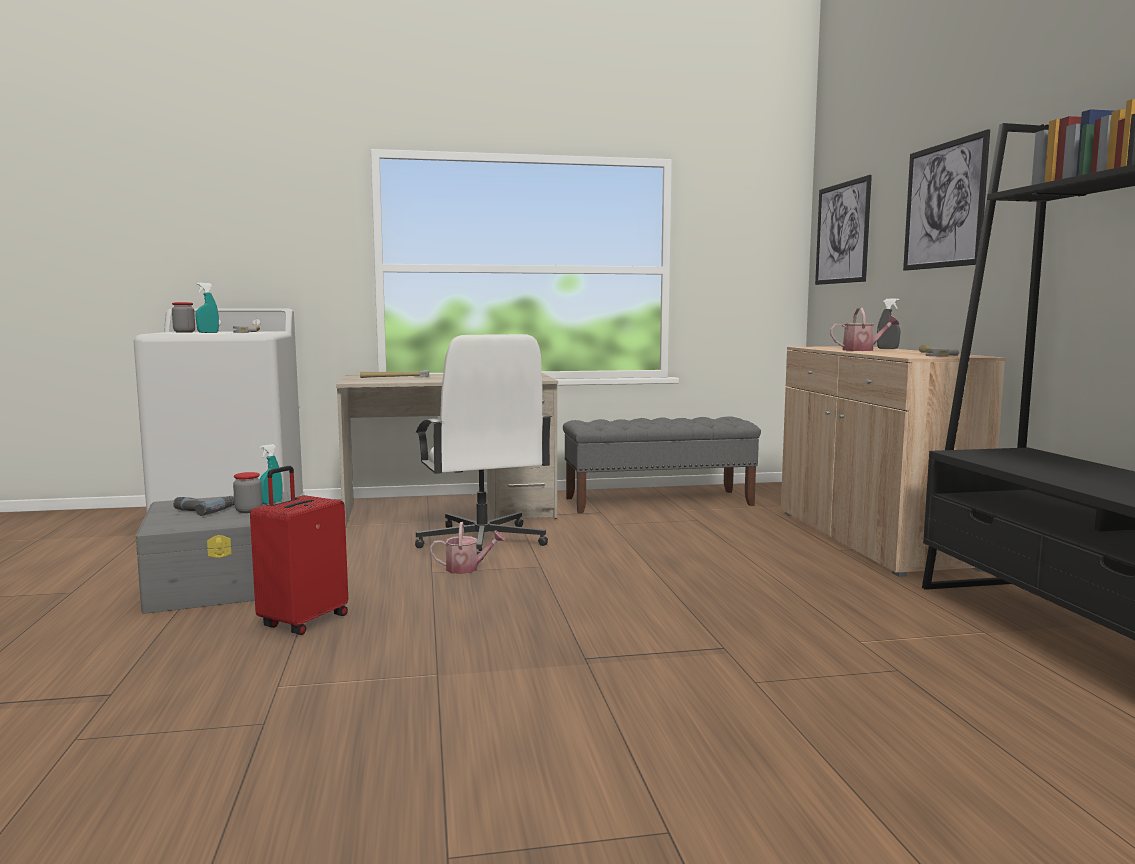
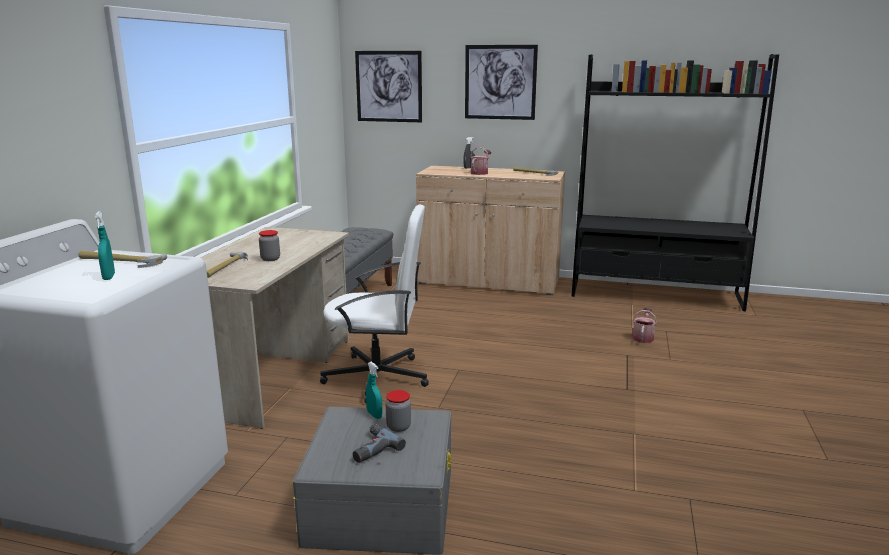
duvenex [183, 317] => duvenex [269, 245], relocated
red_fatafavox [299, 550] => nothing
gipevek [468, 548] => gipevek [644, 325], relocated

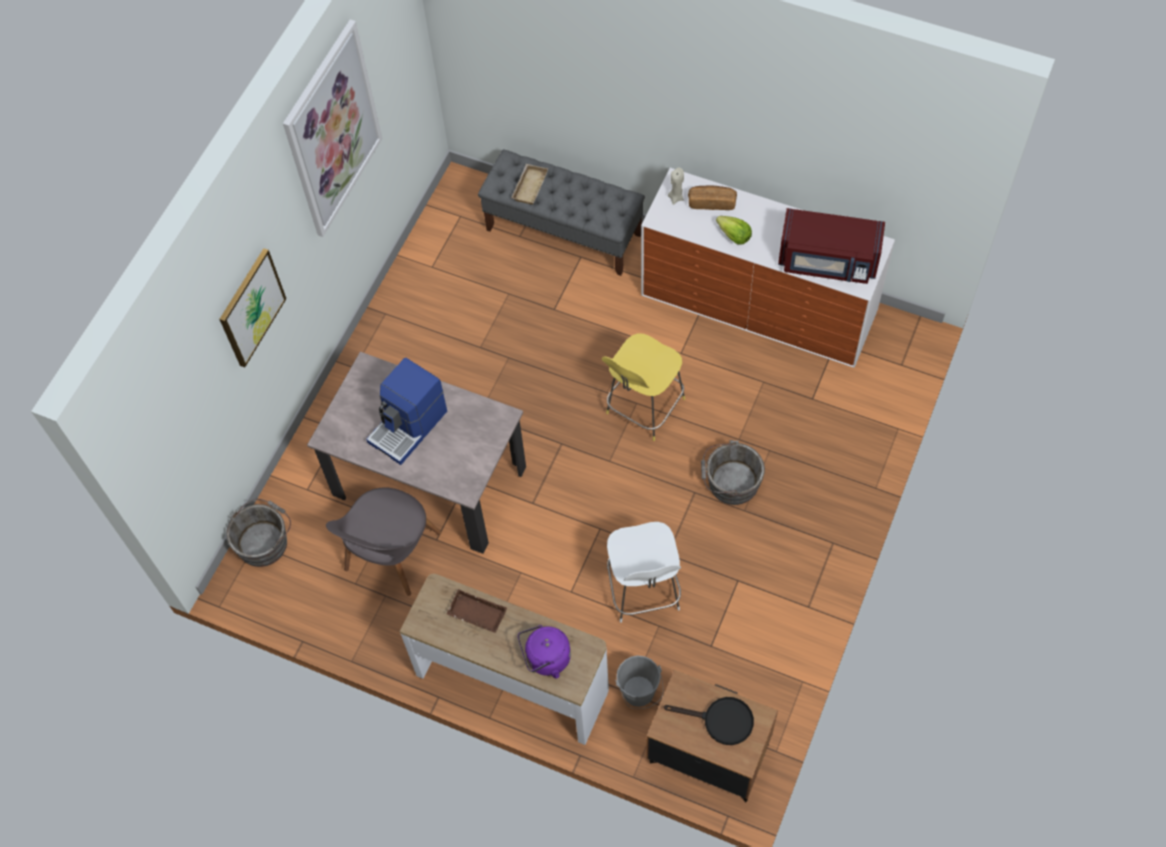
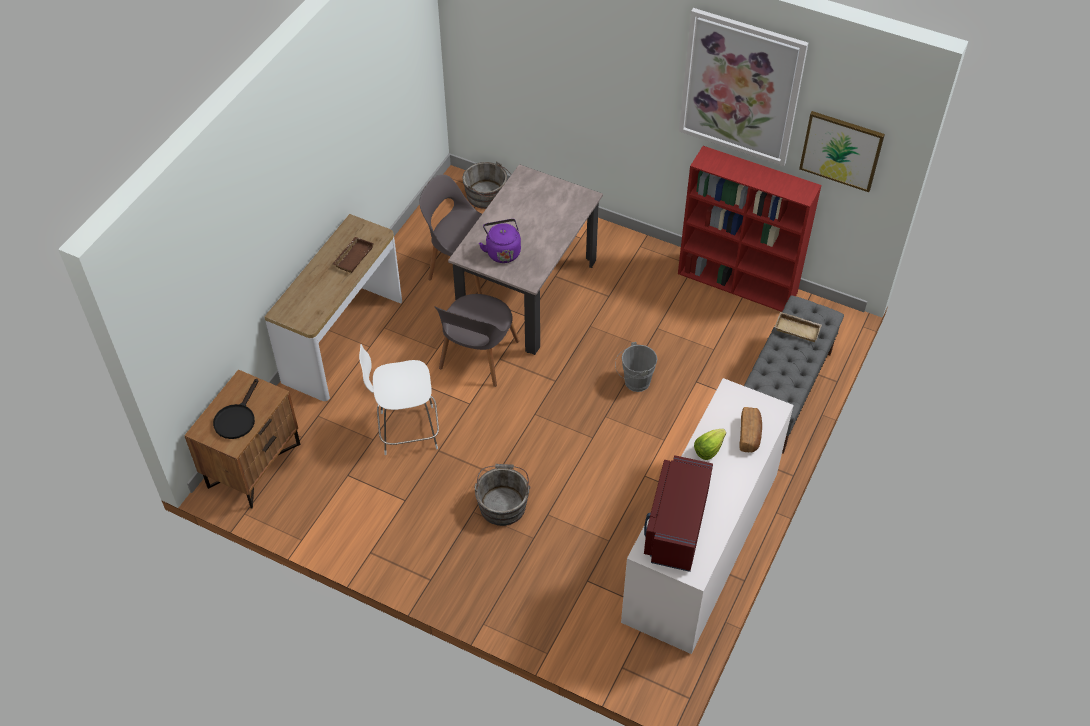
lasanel [252, 307] => lasanel [842, 151], relocated
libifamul [406, 411] => nothing
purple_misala [544, 652] => purple_misala [500, 241], relocated
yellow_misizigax [643, 387] => nothing
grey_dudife [639, 682] => grey_dudife [636, 367], relocated
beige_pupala [676, 186] => nothing
nothing => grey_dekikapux [477, 340]
nothing => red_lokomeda [749, 229]

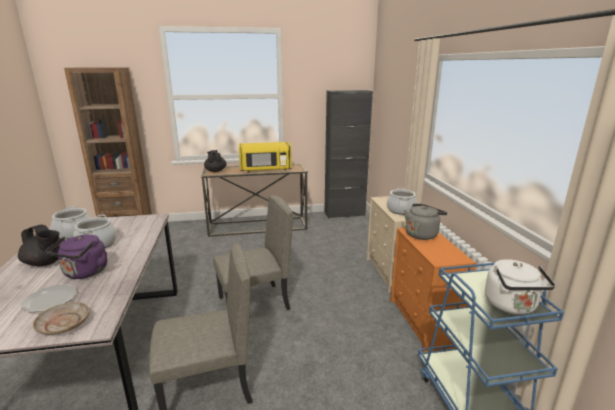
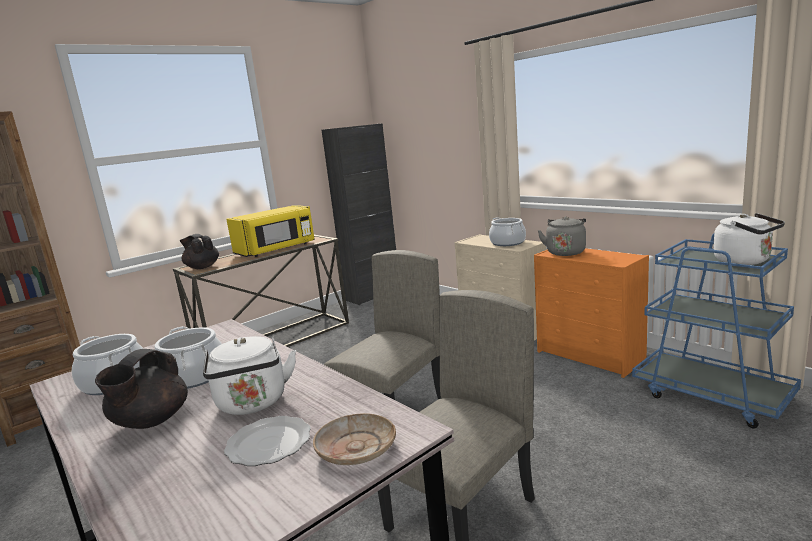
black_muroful [39, 245] => black_muroful [141, 389], 105 degrees clockwise
purple_misala [76, 257] => white_misala [249, 375]

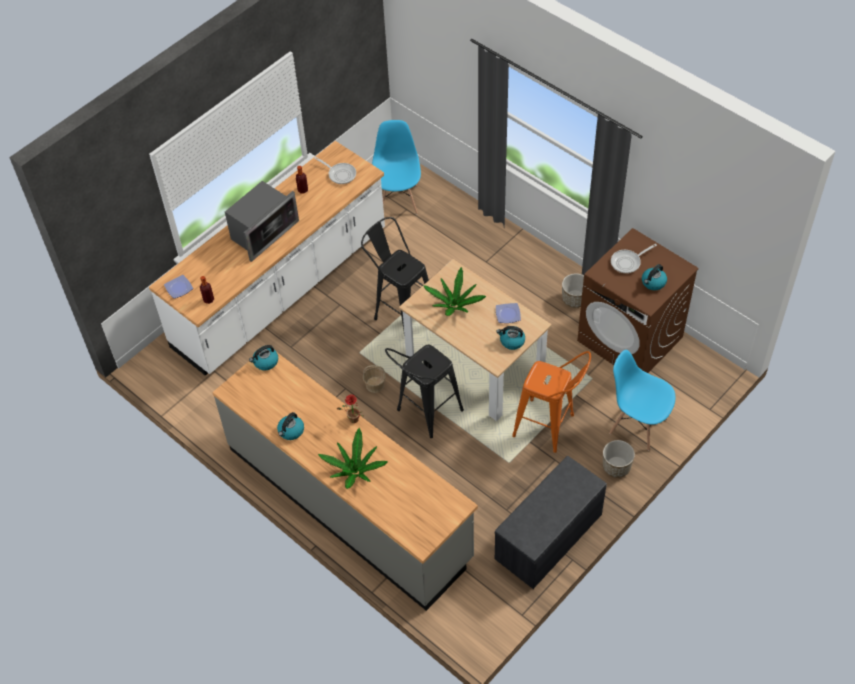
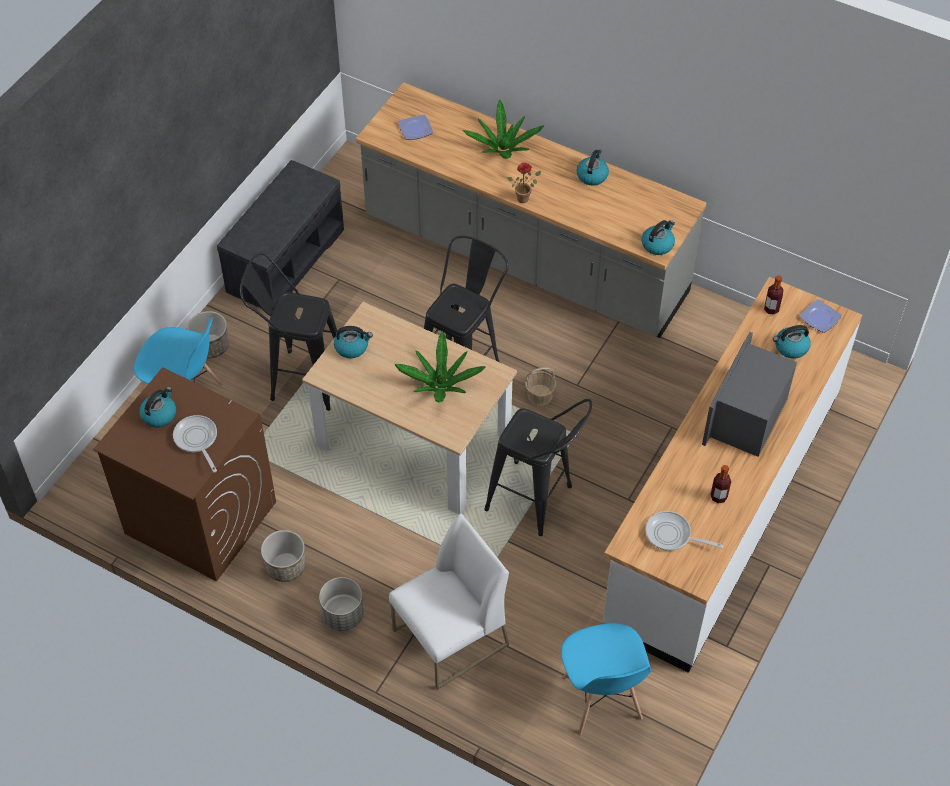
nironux [508, 313] => nironux [416, 127], relocated
orange_misizigax [551, 402] => black_misizigax [288, 331]
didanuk [634, 259] => didanuk [195, 443], 75 degrees counterclockwise
nothing => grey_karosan [341, 604]
nothing => white_dekikapux [449, 601]
nothing => misala [792, 342]

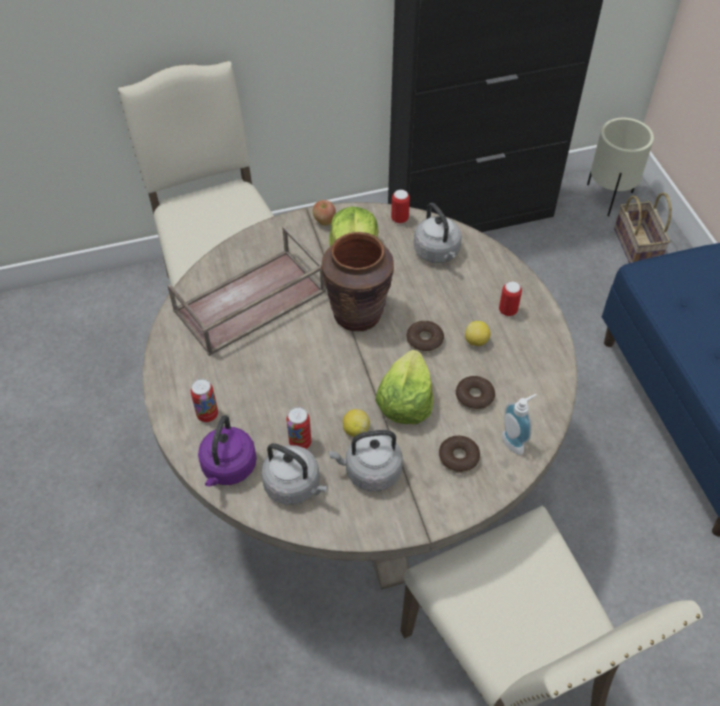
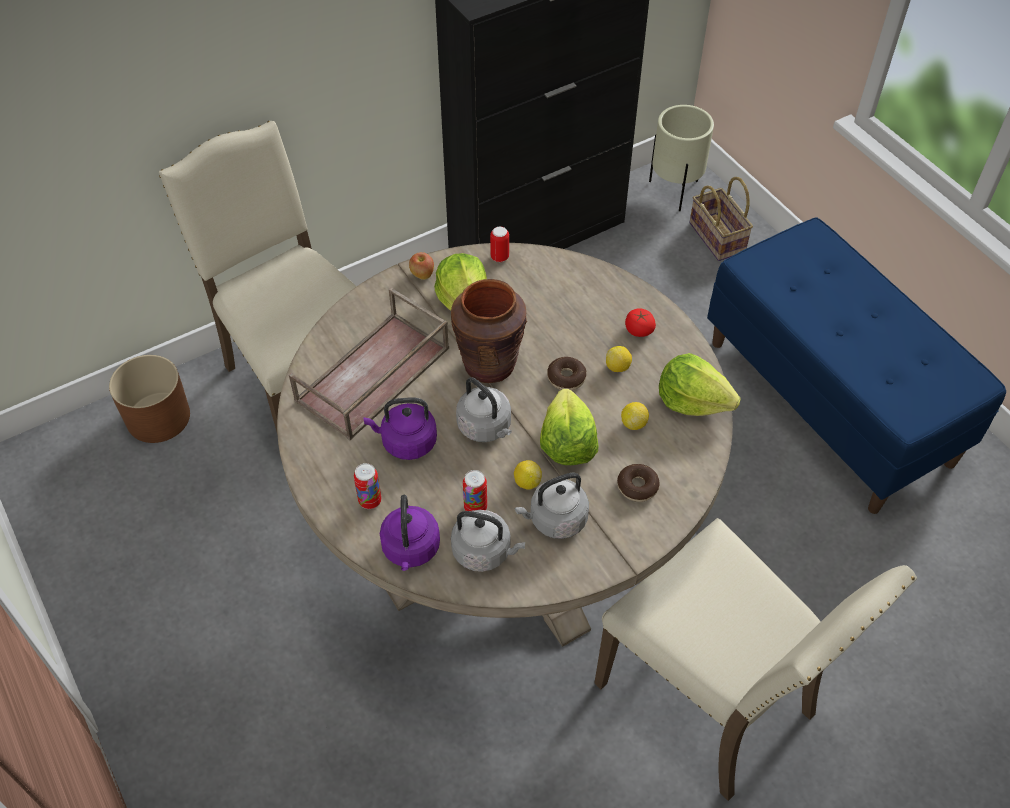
grey_misala [438, 233] => grey_misala [484, 409], relocated
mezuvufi [475, 393] => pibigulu [635, 416]
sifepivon [510, 298] => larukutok [640, 322]
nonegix [519, 424] => nothing
nothing => brown_karosan [149, 399]
nothing => purple_misala [400, 429]
nothing => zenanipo [700, 384]

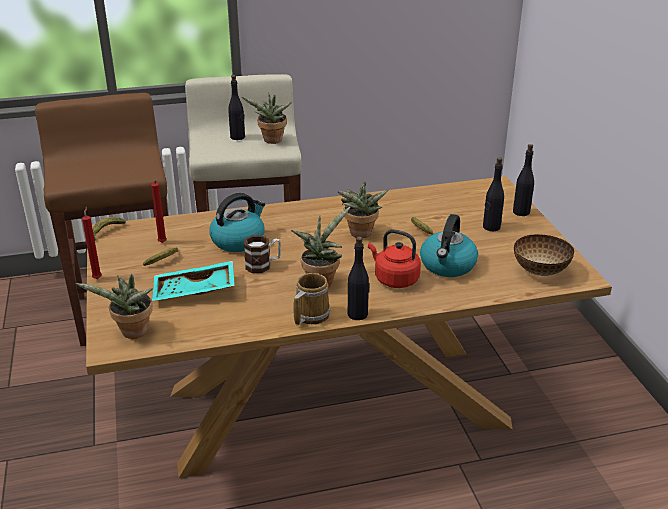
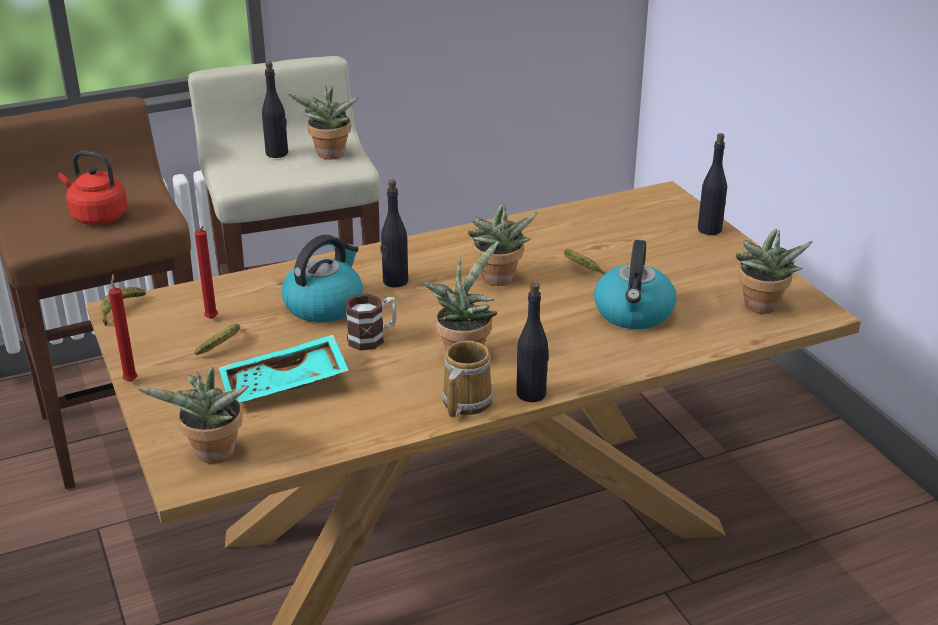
red_misala [394, 258] => red_misala [93, 188], relocated
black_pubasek [493, 194] => black_pubasek [394, 233], relocated
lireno [544, 255] => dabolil [774, 271]

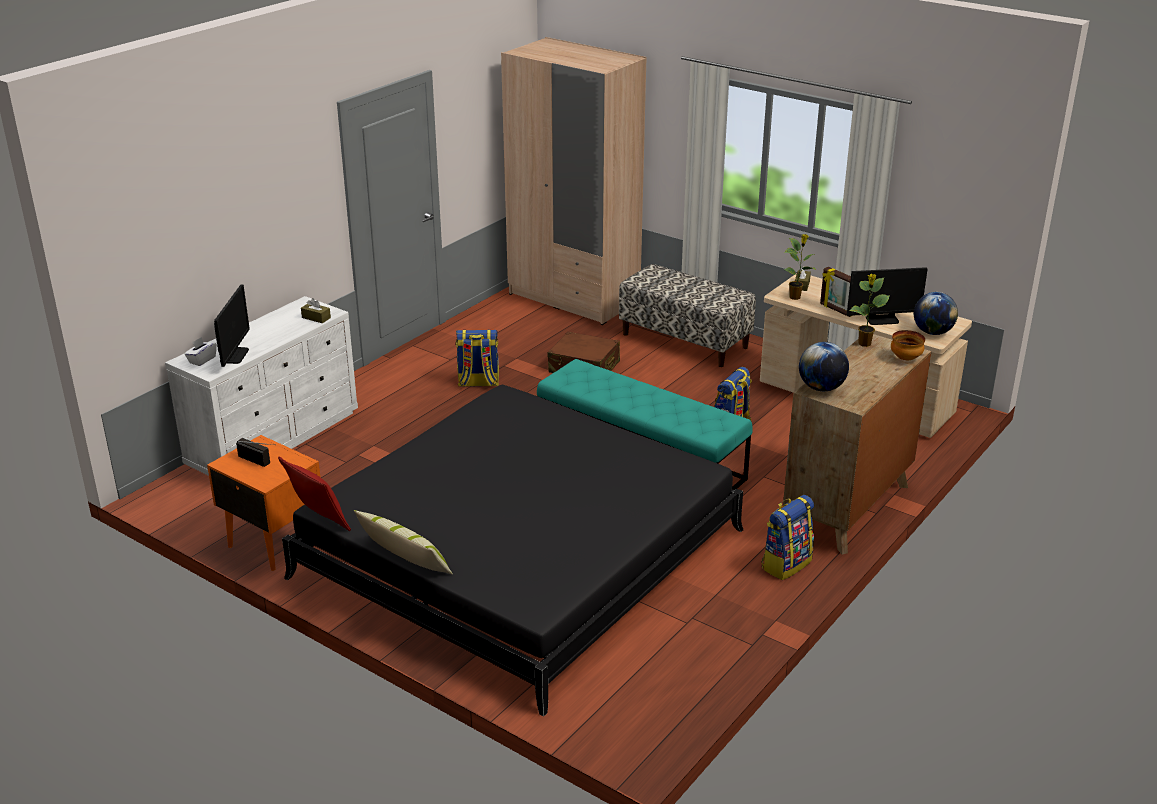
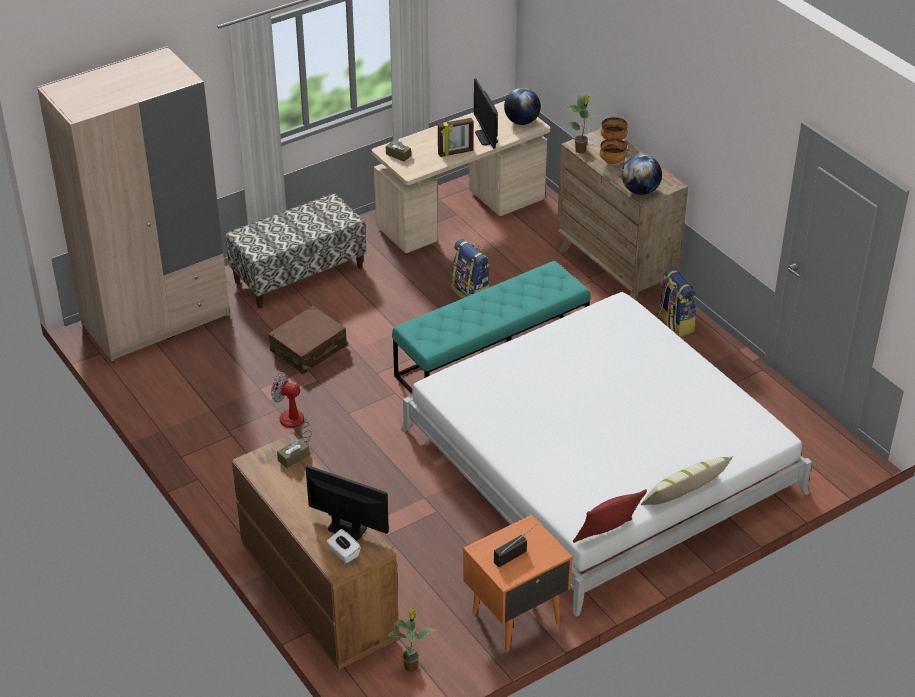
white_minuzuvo [261, 386] => brown_minuzuvo [315, 552]
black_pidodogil [513, 550] => white_pidodogil [606, 454]
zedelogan [477, 357] => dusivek [291, 408]
dabolil [800, 267] => dabolil [411, 640], relocated
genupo [887, 296] => genupo [486, 113], 150 degrees clockwise
nothing => lireno [613, 151]

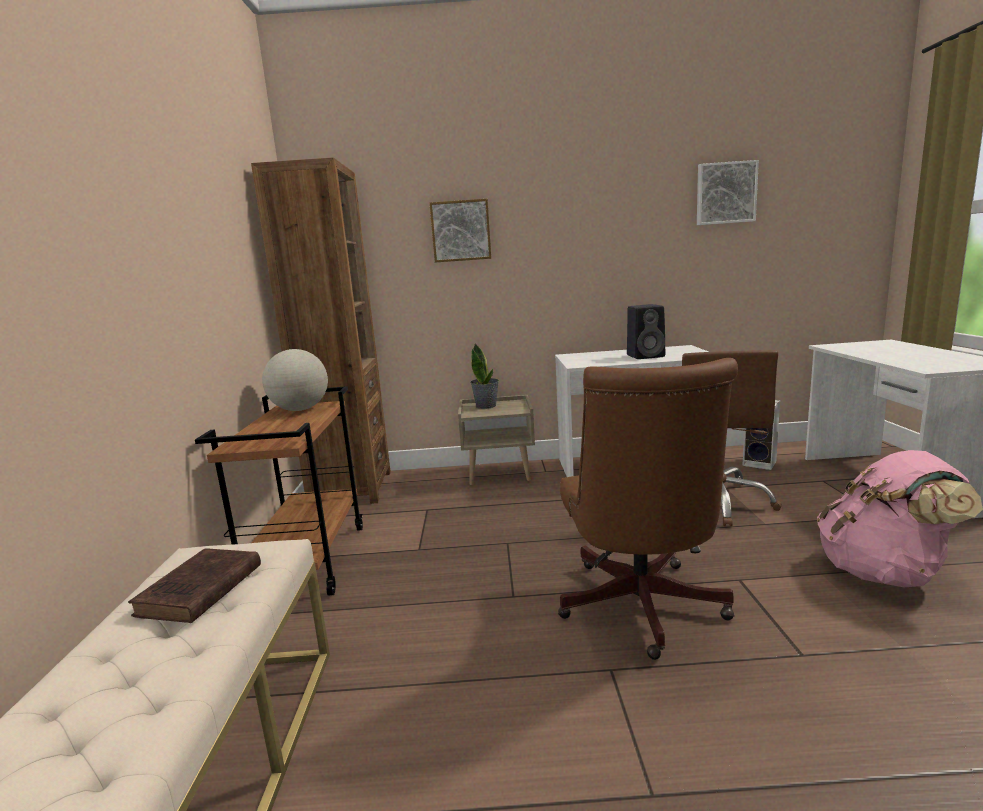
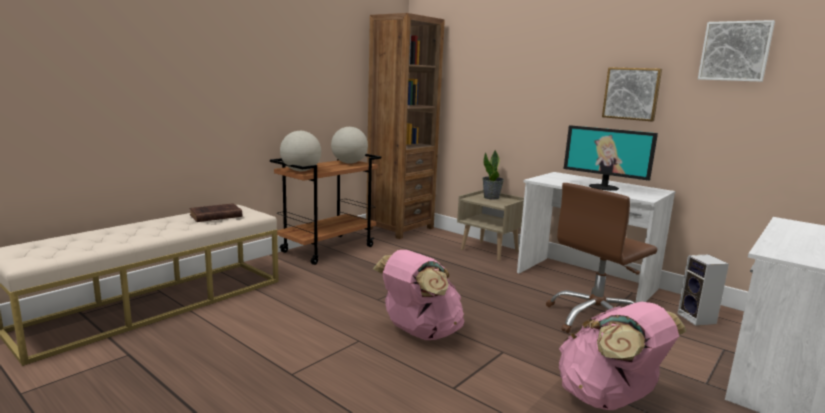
lasanel [460, 231] => lasanel [632, 94], relocated
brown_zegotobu [648, 509] => pink_zedelogan [418, 295]
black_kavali [646, 331] => genupo [611, 158]
nothing => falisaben [300, 151]

